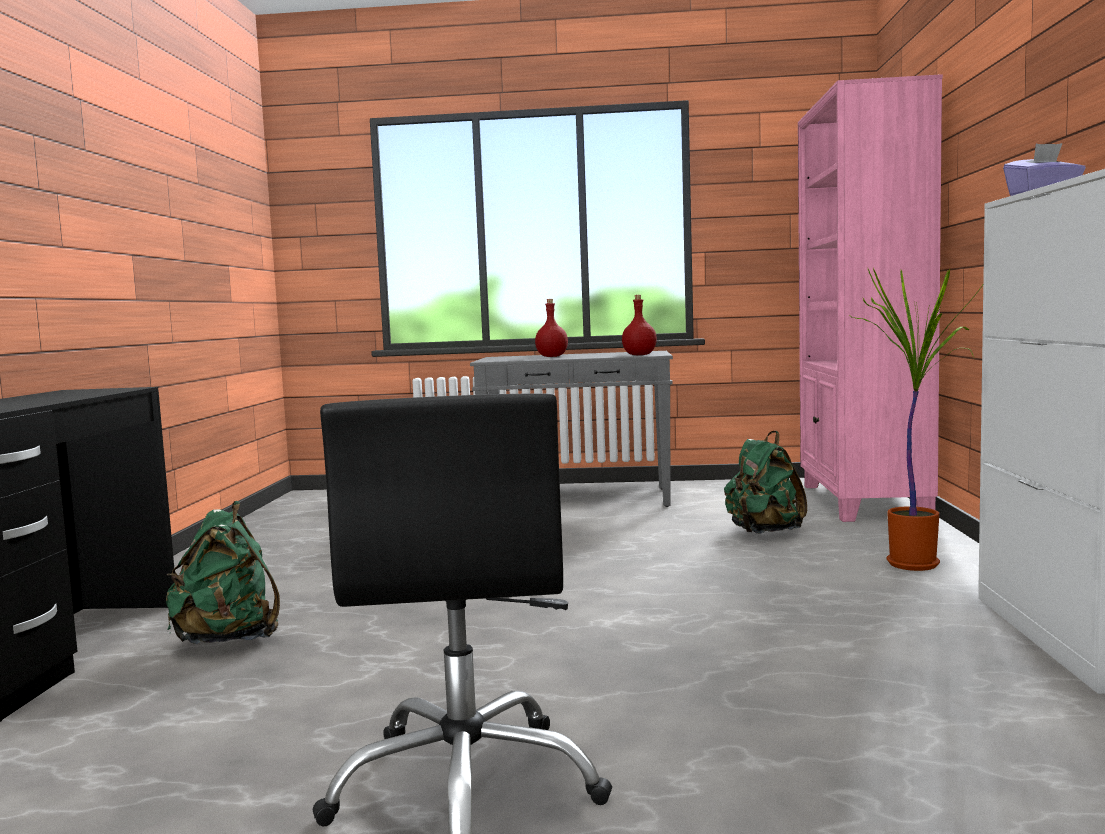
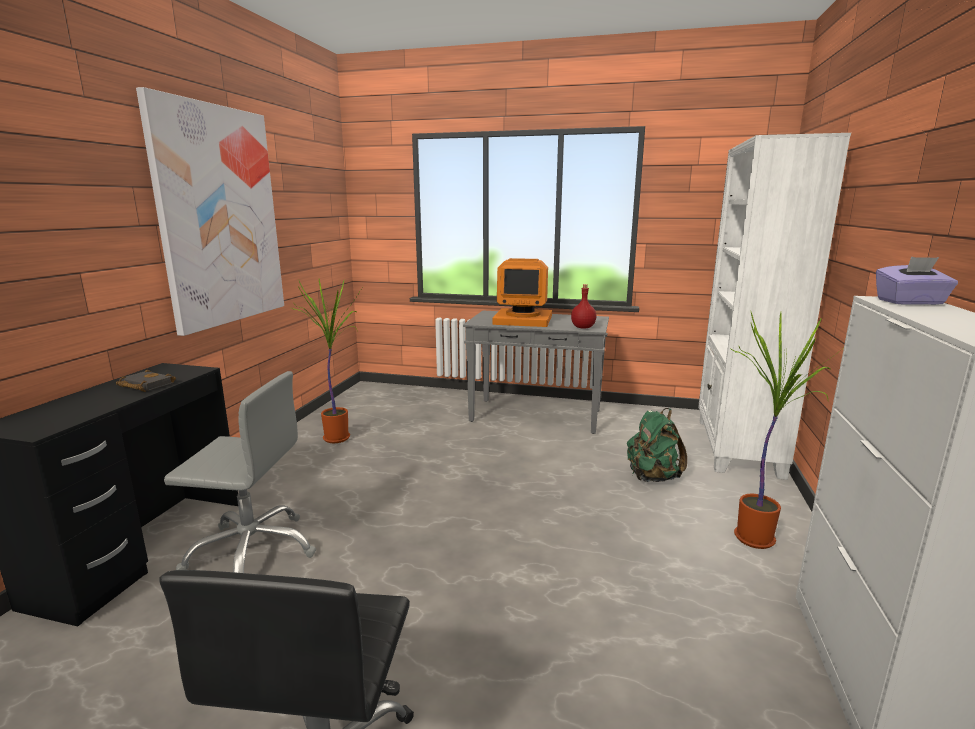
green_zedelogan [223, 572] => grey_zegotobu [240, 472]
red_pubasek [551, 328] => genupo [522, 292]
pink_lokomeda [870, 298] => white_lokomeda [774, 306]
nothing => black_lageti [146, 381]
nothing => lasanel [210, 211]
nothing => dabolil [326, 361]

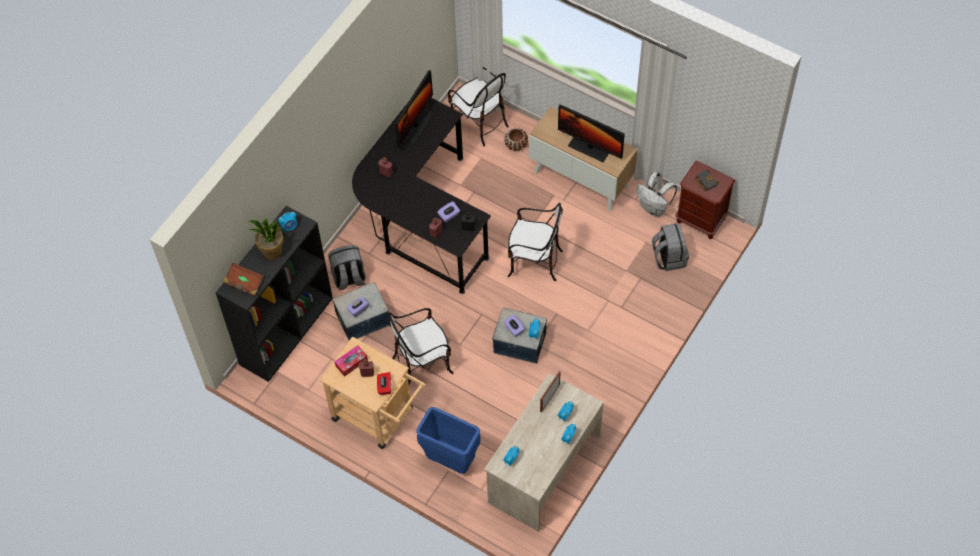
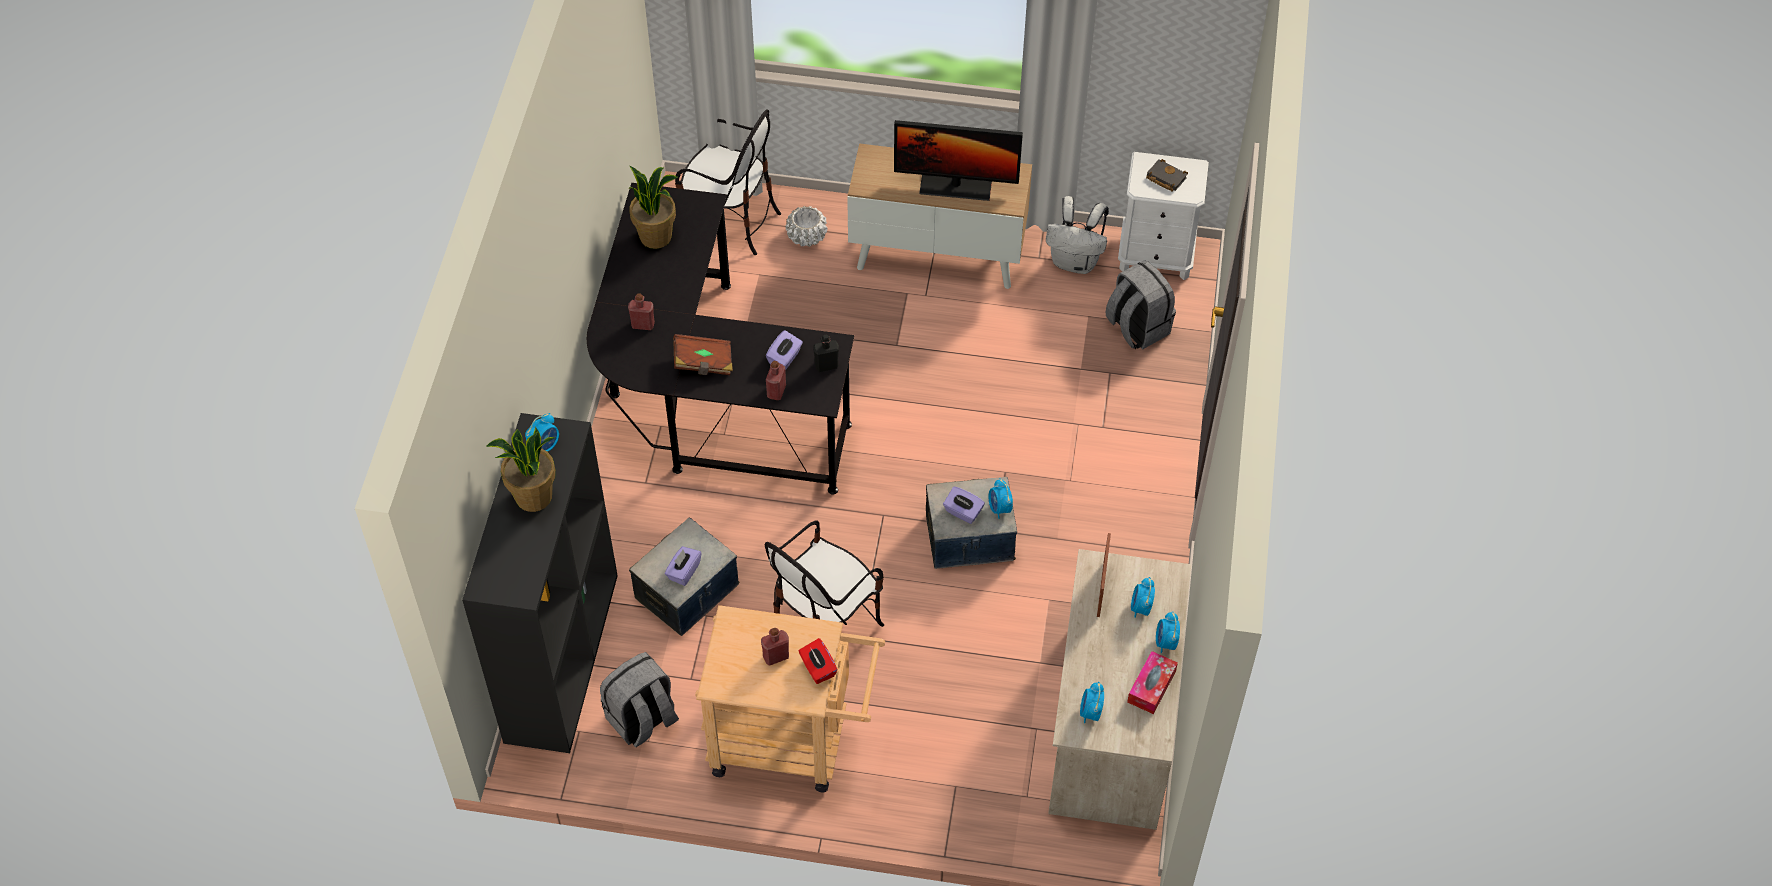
brown_lageti [243, 279] => brown_lageti [703, 354], relocated
grey_zedelogan [347, 267] => grey_zedelogan [639, 699], relocated
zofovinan [351, 361] => zofovinan [1152, 682], relocated
genupo [414, 109] => dabolil [653, 207]
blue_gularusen [448, 440] => nothing
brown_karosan [516, 139] => white_karosan [806, 226]
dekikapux [535, 242] => nothing
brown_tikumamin [705, 200] => white_tikumamin [1163, 216]

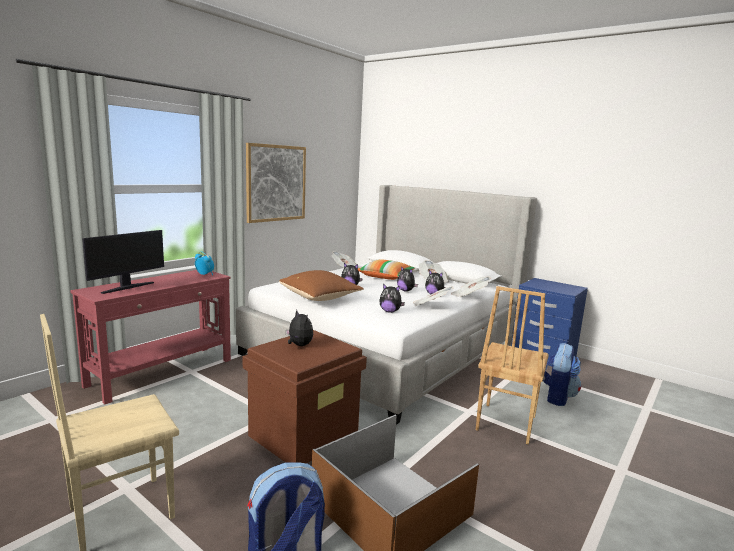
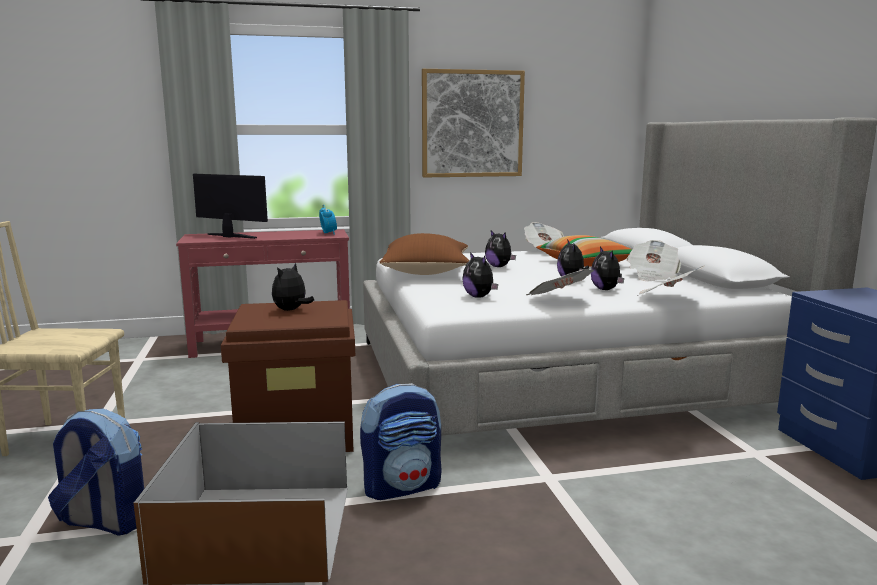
genupo [123, 262] => genupo [230, 206], 135 degrees counterclockwise
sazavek [299, 328] => sazavek [293, 286], 150 degrees counterclockwise
brown_dekikapux [512, 365] => nothing
zedelogan [562, 374] => zedelogan [401, 441], relocated

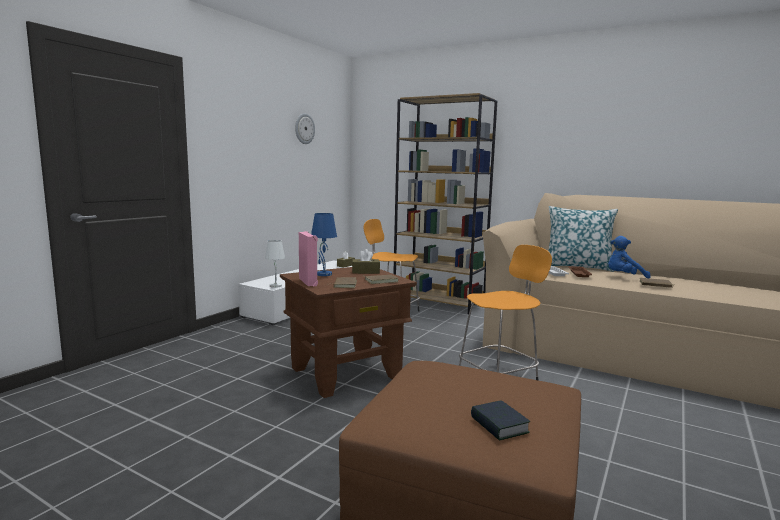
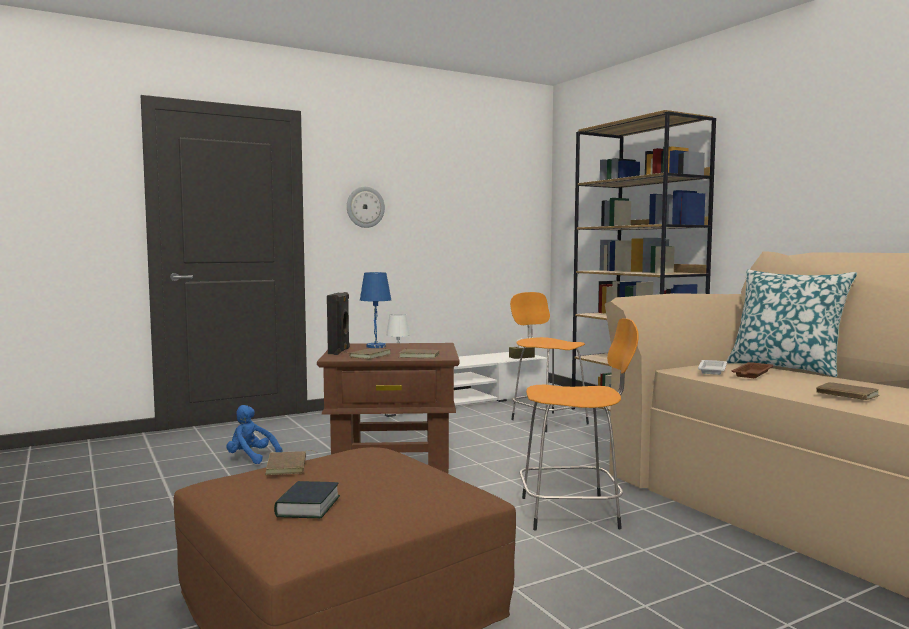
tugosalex [305, 128] => tugosalex [366, 207], relocated
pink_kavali [308, 258] => black_kavali [338, 323]
brown_zofovinan [366, 261] => nothing
blue_sazavek [629, 257] => blue_sazavek [254, 434], relocated
nothing => brown_lageti [290, 462]

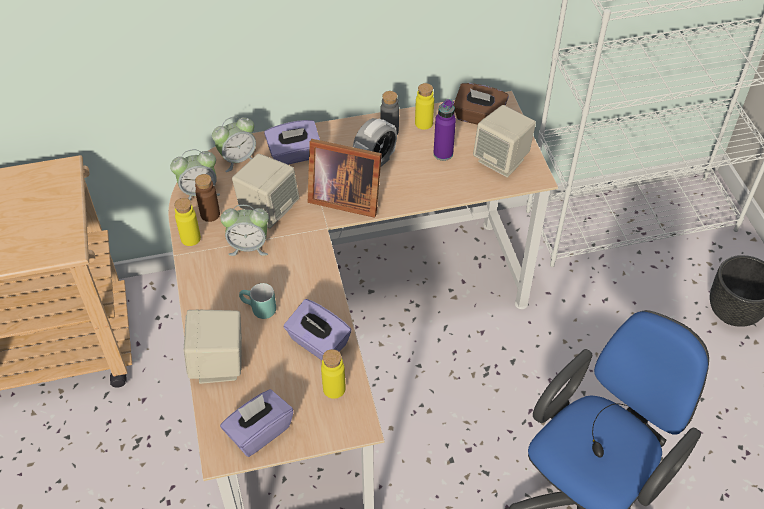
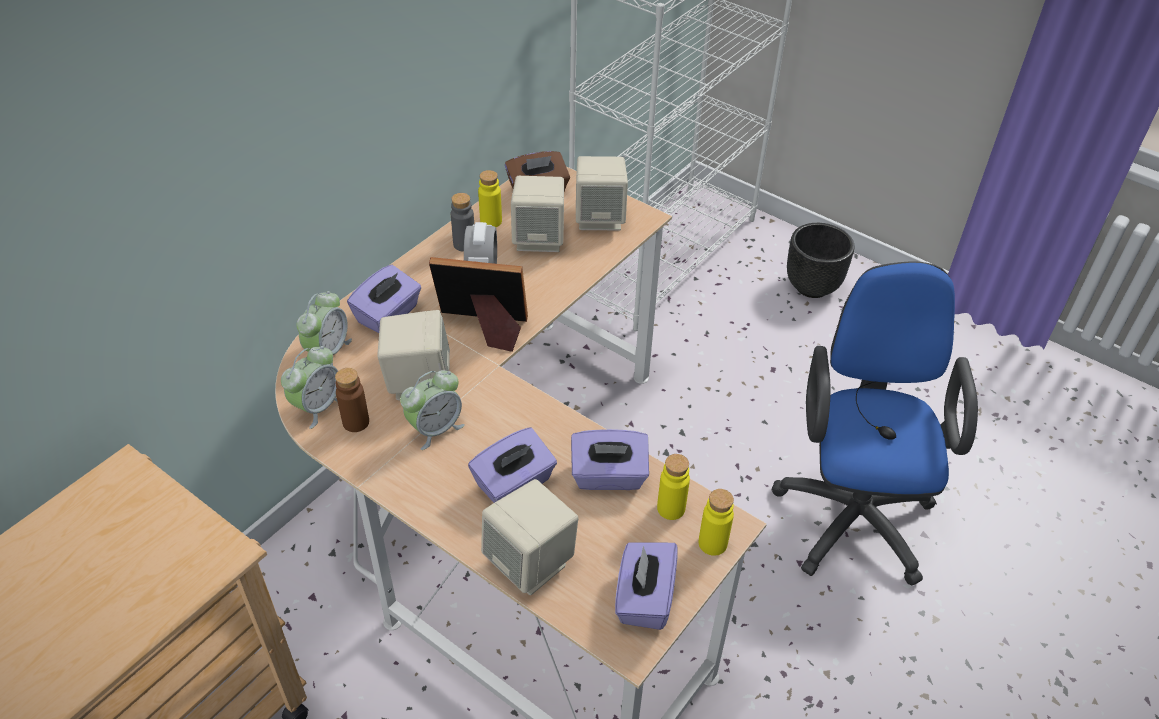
yellow_pubasek [187, 222] => yellow_pubasek [716, 522], relocated
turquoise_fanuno [257, 301] => purple_zofovinan [512, 465]
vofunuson [345, 178] => vofunuson [478, 304], 150 degrees counterclockwise
purple_pubasek [444, 130] => beige_kavali [537, 214]

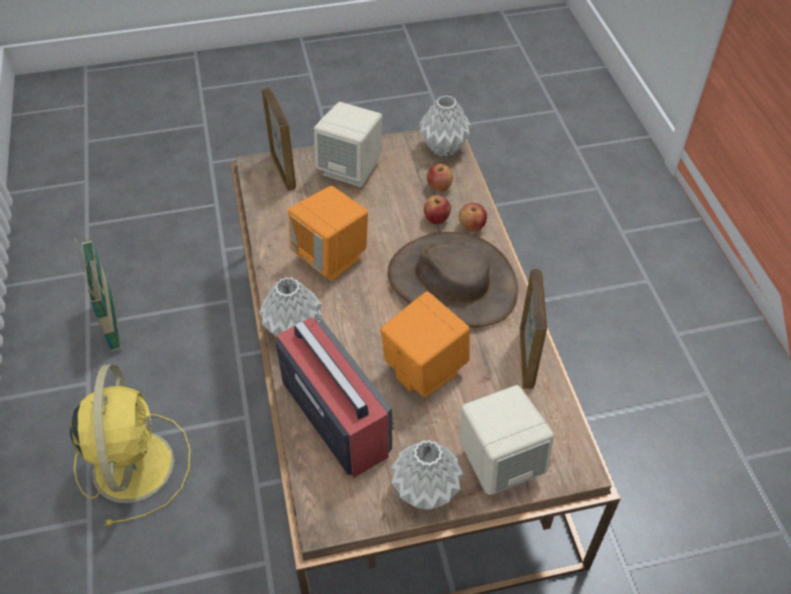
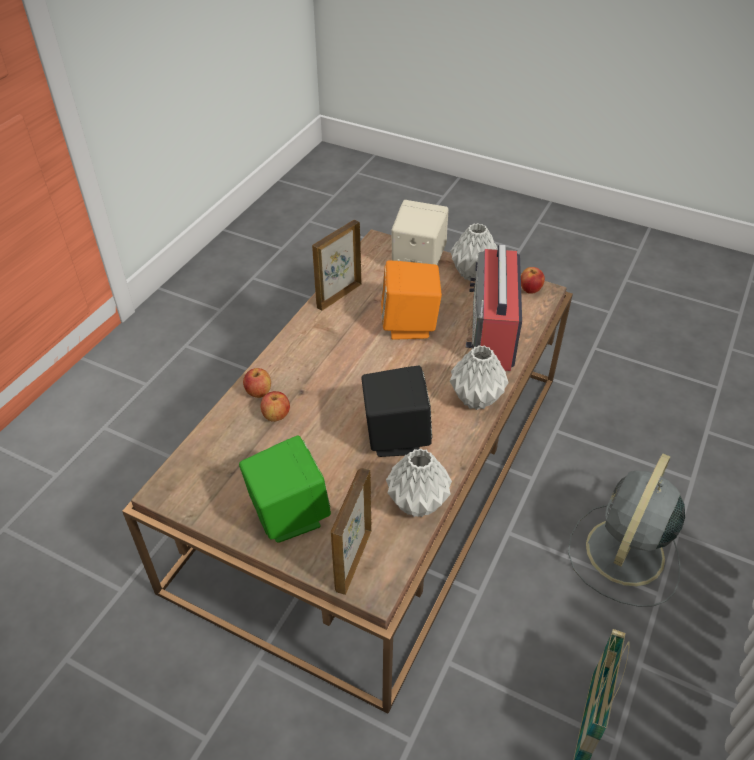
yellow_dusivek [130, 445] => grey_dusivek [626, 530]
orange_kavali [328, 233] => black_kavali [396, 411]
beige_kavali [348, 144] => green_kavali [285, 489]
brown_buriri [453, 279] => nothing
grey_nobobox [445, 126] => grey_nobobox [419, 482], relocated
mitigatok [440, 178] => mitigatok [533, 280], relocated

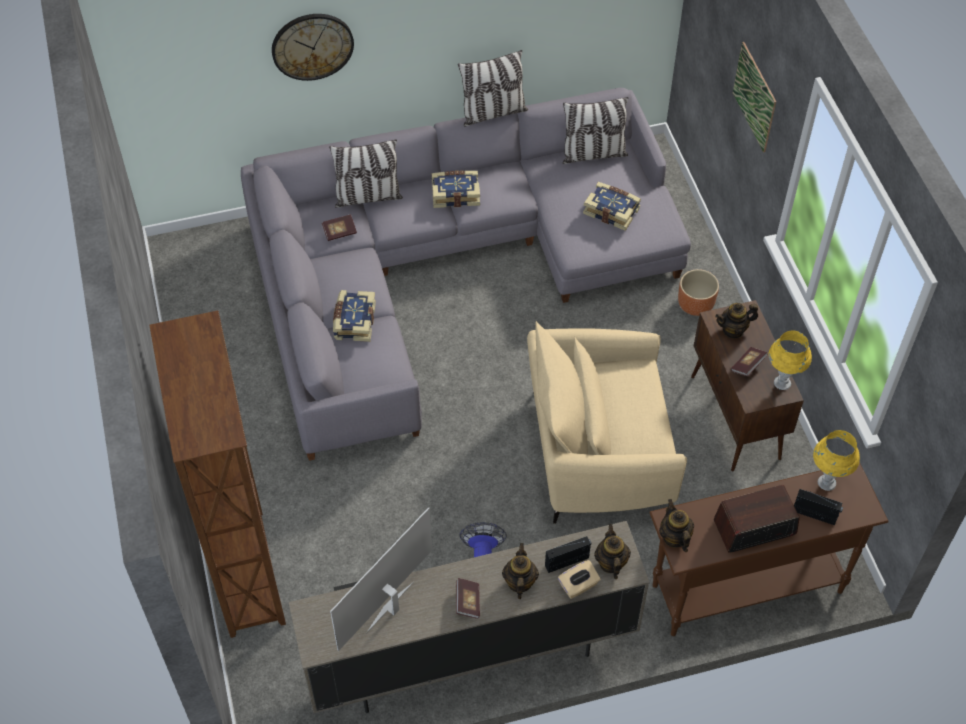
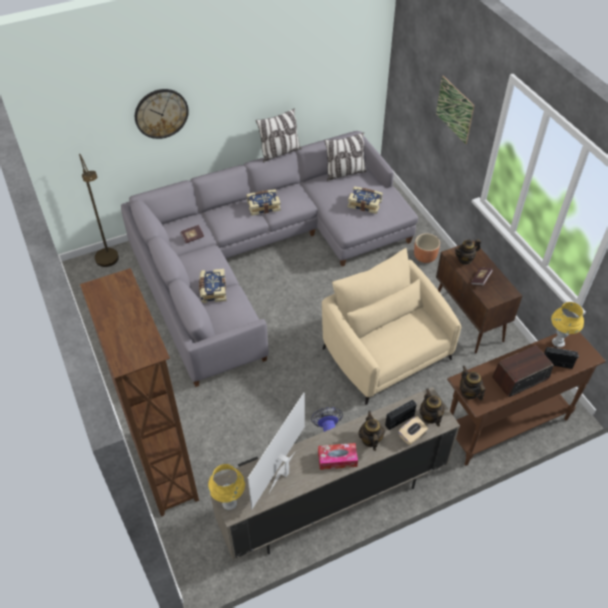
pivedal [366, 173] => nothing
lageti [468, 598] => zofovinan [338, 456]
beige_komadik [607, 422] => beige_komadik [391, 326], 75 degrees clockwise
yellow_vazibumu [790, 360] => yellow_vazibumu [226, 487], relocated
nothing => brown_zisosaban [99, 210]

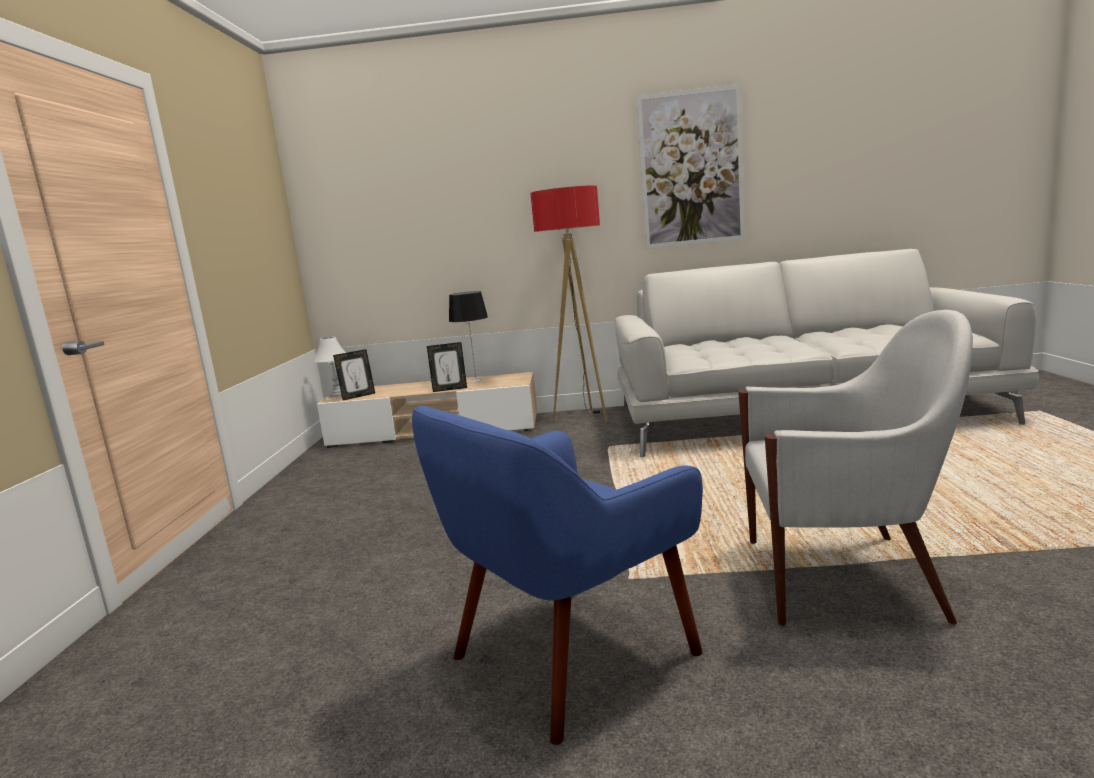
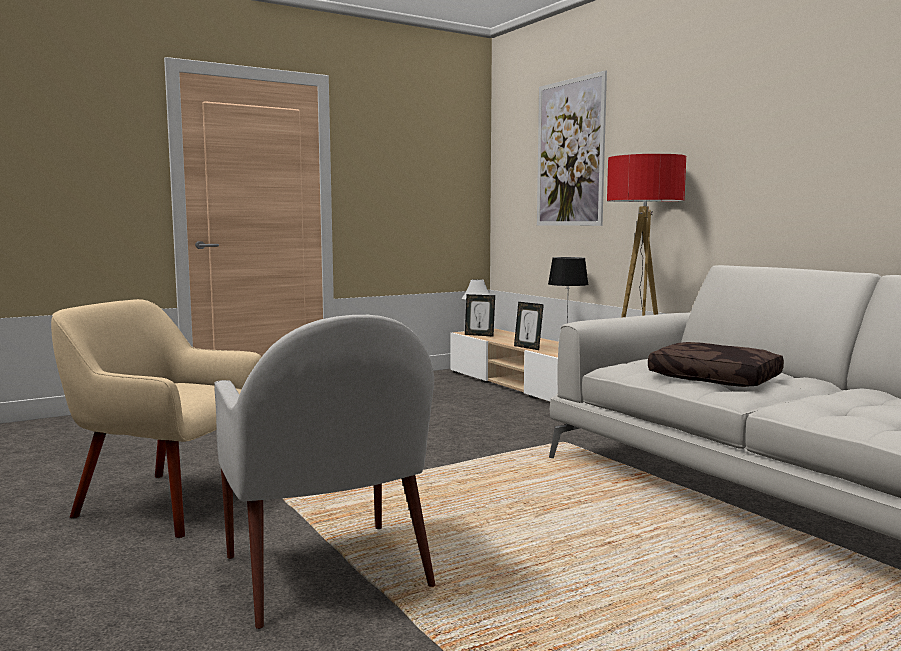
blue_komadik [557, 575] => beige_komadik [156, 418]
lasanel [690, 166] => lasanel [572, 148], relocated
nothing => brown_pivedal [716, 364]

